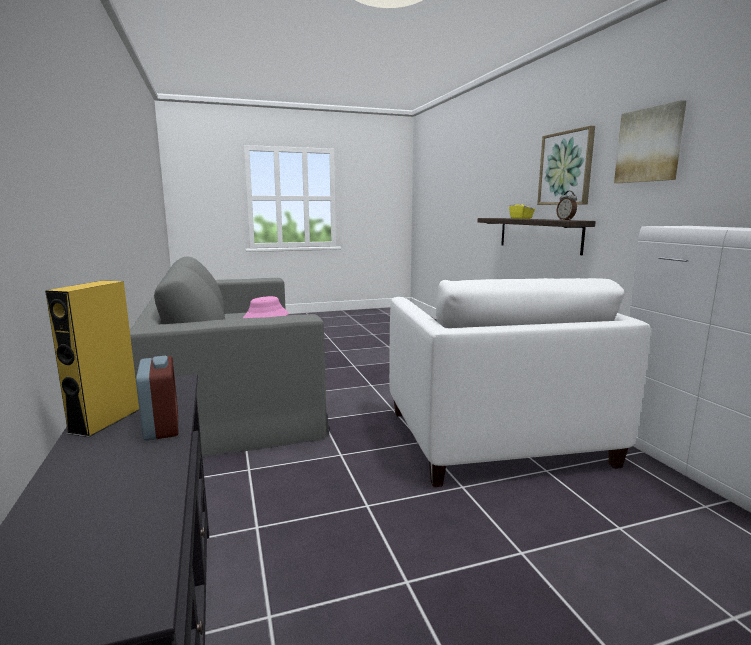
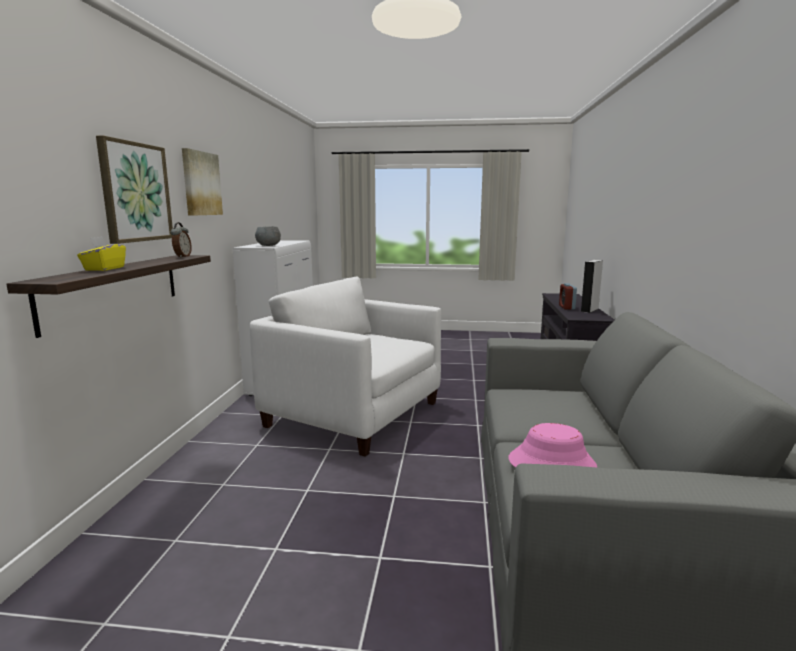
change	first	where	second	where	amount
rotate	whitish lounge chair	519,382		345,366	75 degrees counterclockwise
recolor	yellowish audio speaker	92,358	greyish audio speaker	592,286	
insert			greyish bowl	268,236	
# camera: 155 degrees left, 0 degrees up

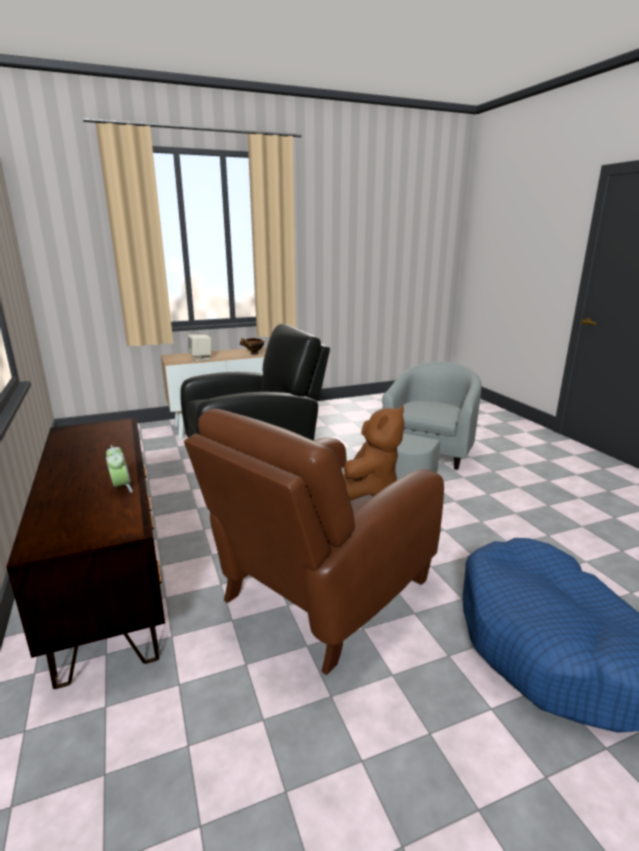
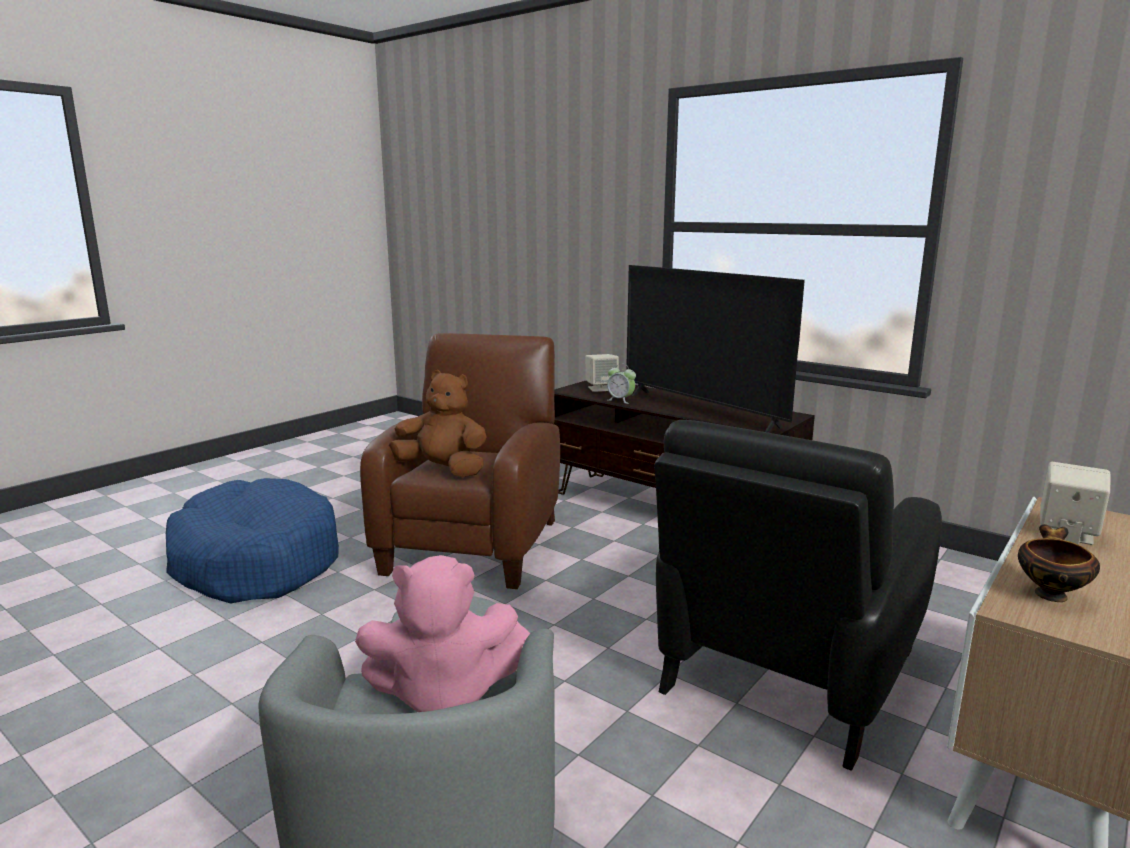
change	first	where	second	where	amount
rotate	brown cuddly toy	373,453		438,423	105 degrees clockwise
insert			TV	715,348	
insert			beige-coloured audio speaker	602,373	
insert			pink-coloured cuddly toy	442,633	
# camera: 150 degrees right, 5 degrees down

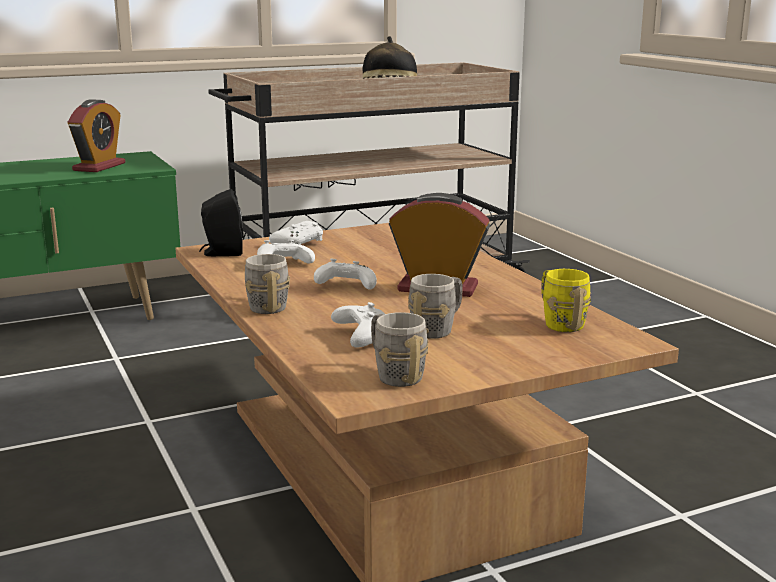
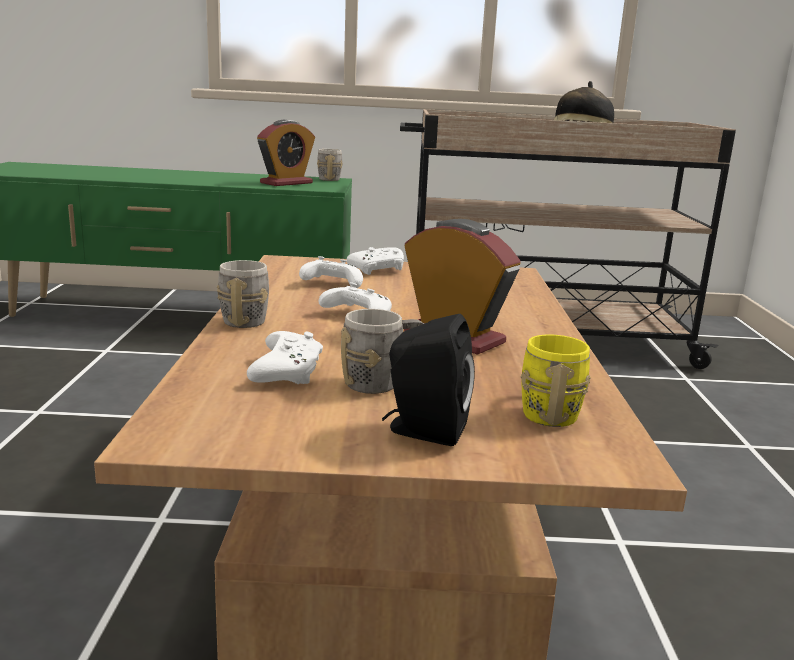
change	first	where	second	where	amount
move	blackish audio speaker	221,222		428,380	
move	greyish mug	400,349		330,165	
# camera: 25 degrees right, 0 degrees up

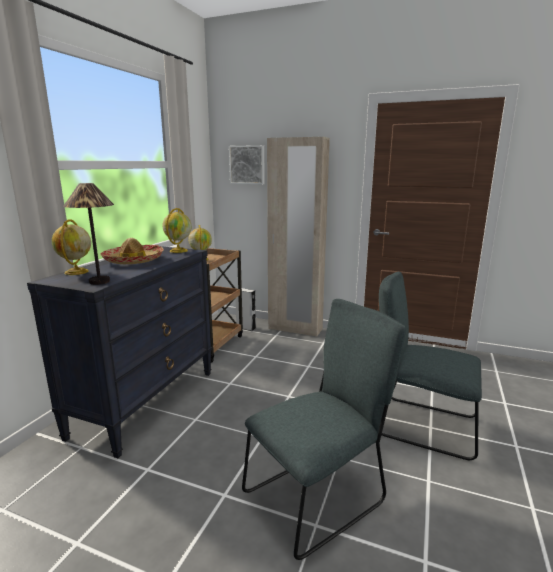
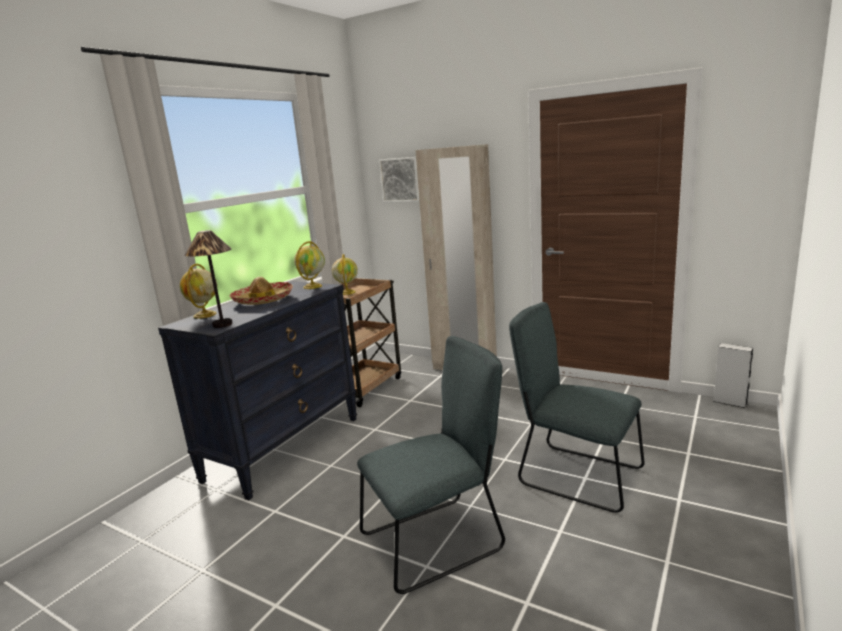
change	first	where	second	where	amount
move	greyish audio speaker	246,309		733,375	
# camera: 10 degrees right, 0 degrees up

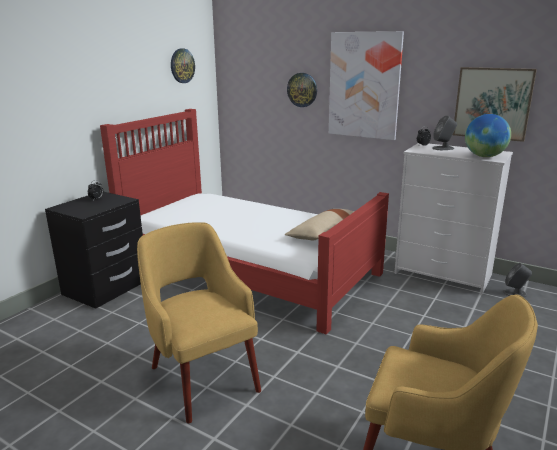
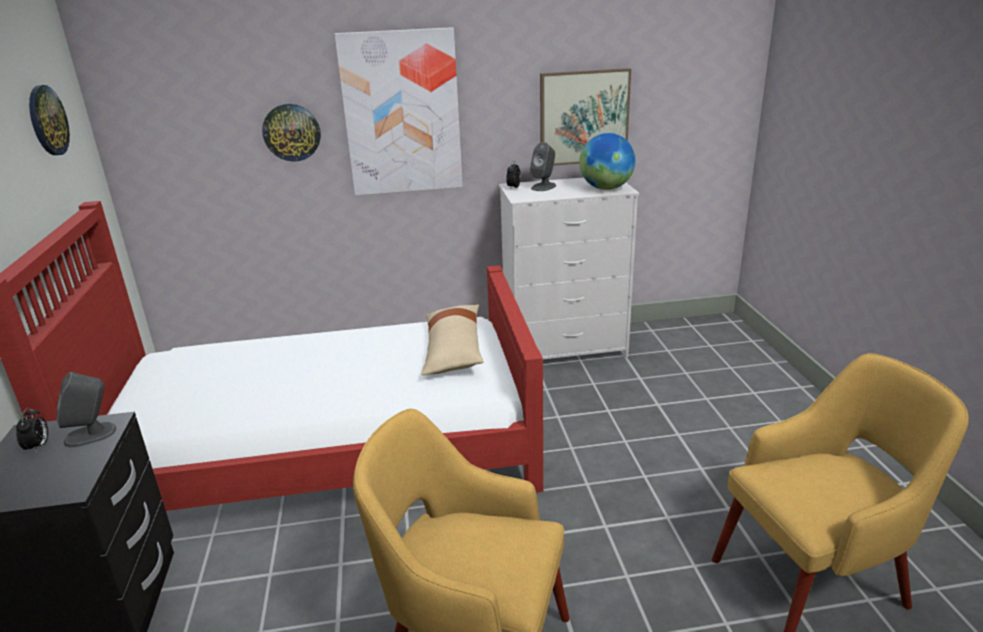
change	first	where	second	where	amount
move	greyish audio speaker	517,280		87,409	
# camera: 40 degrees left, 5 degrees up

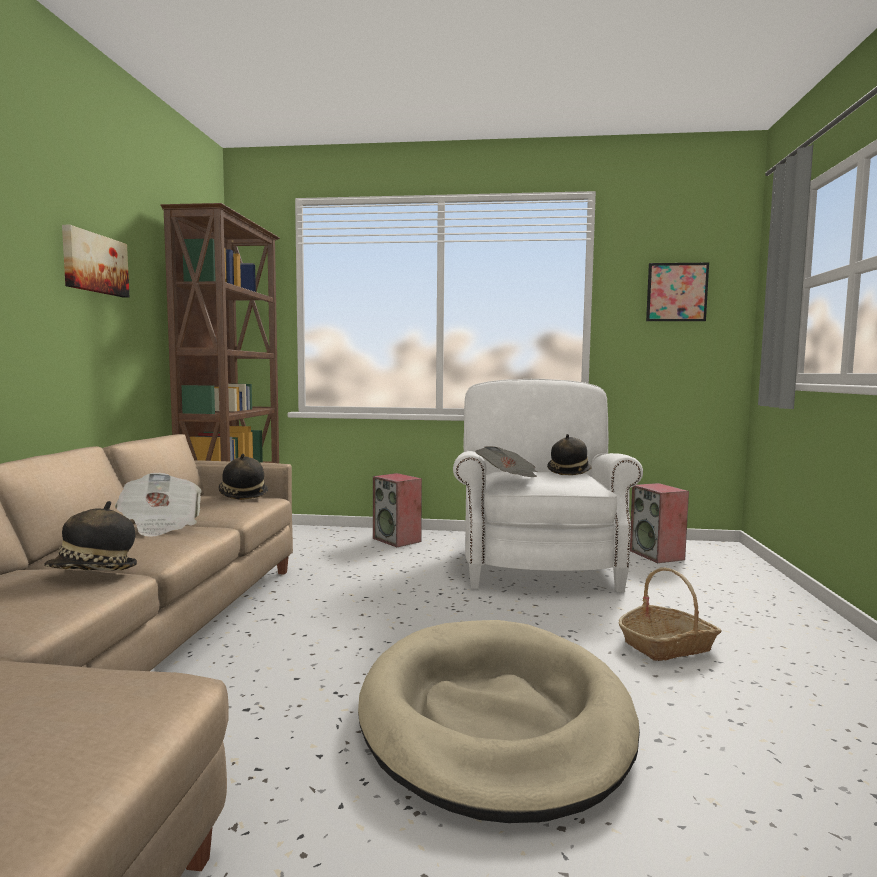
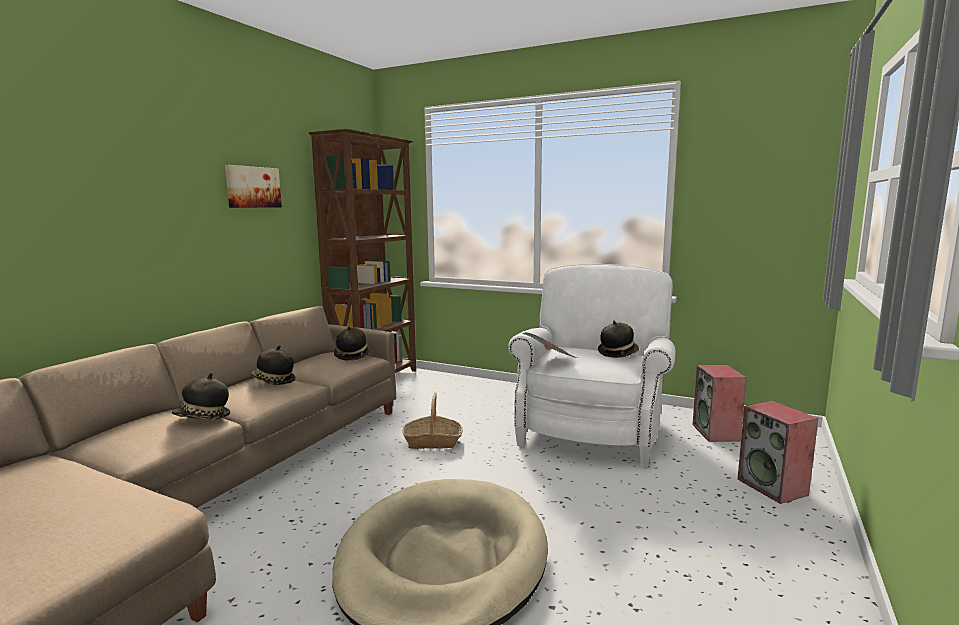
change	first	where	second	where	amount
delete	wall picture	677,292			
replace	daily paper	158,505	hat	273,365	
move	audio speaker	397,510		777,452	
move	household basket	670,614		433,420	
# camera: 20 degrees right, 5 degrees up

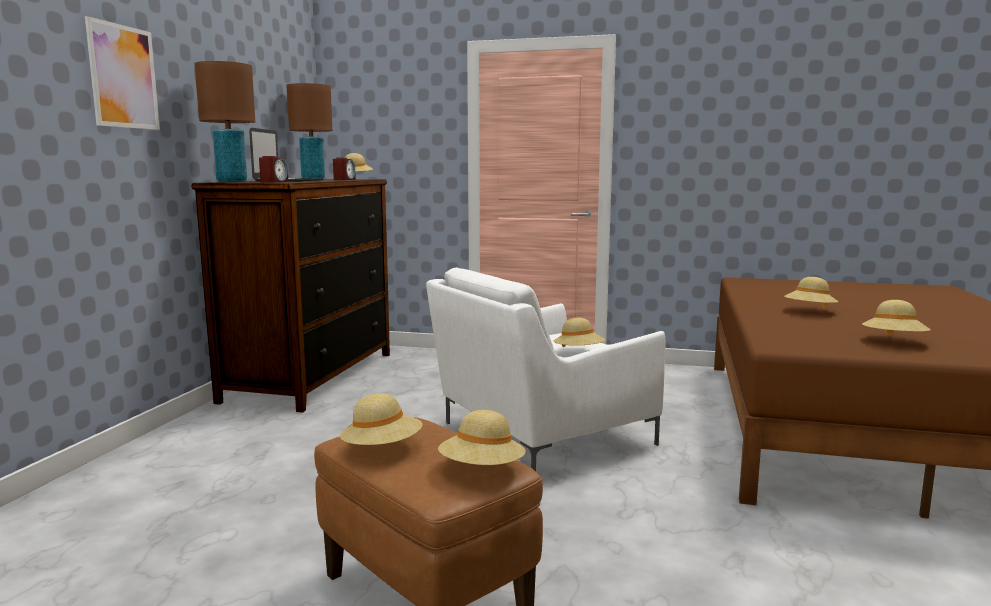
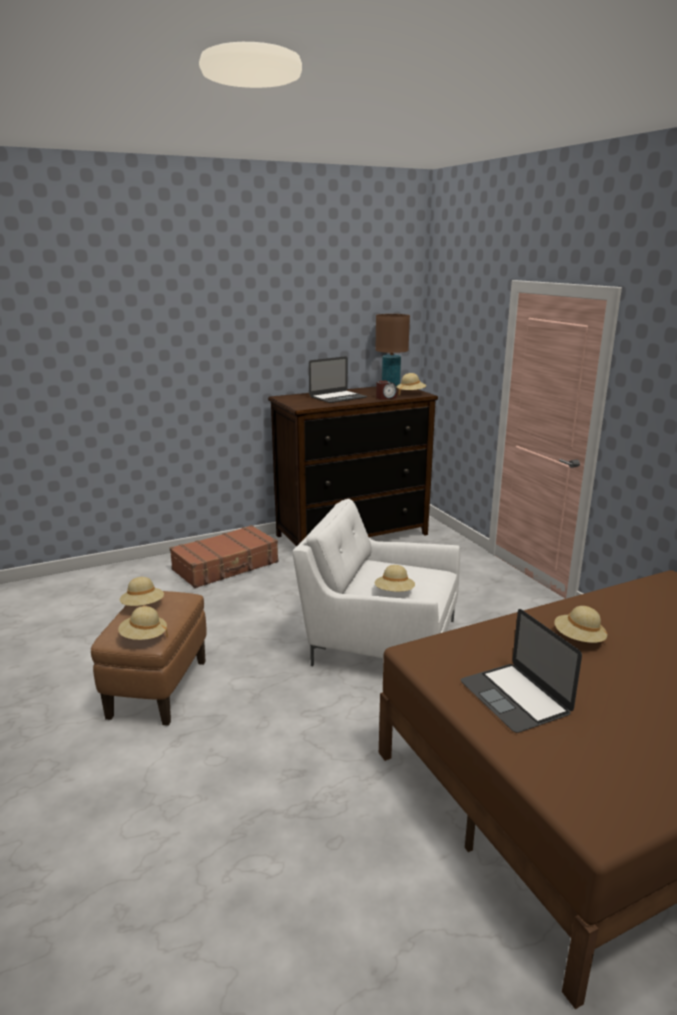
change	first	where	second	where	amount
delete	wall picture	122,73			
delete	brown lamp for a table	224,121			
delete	alarm clock	274,169			
replace	beige-coloured hat	896,317	laptop	521,671	
insert			brown travel case	224,556	
# camera: 50 degrees right, 10 degrees up

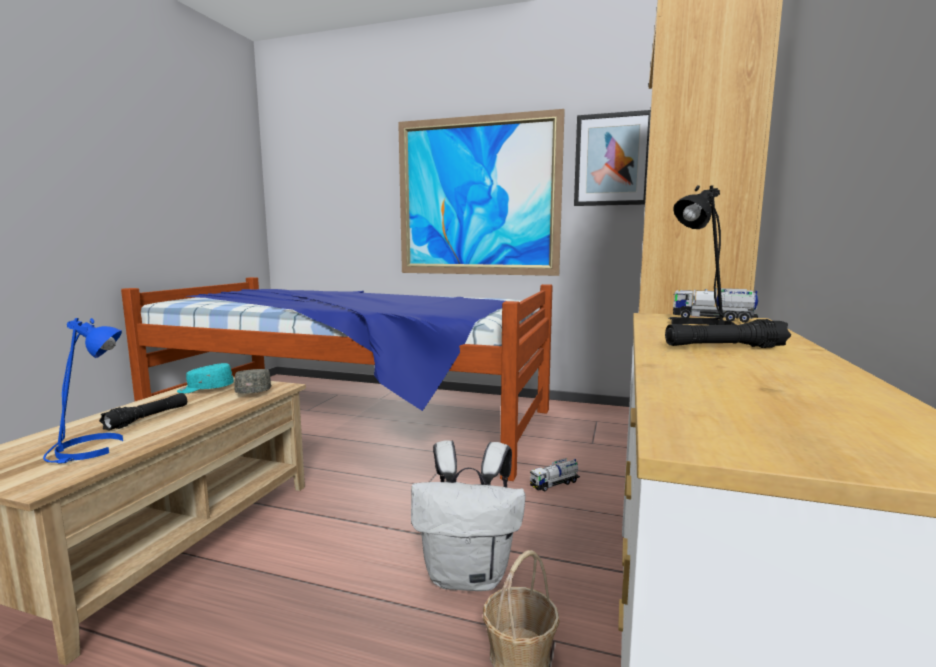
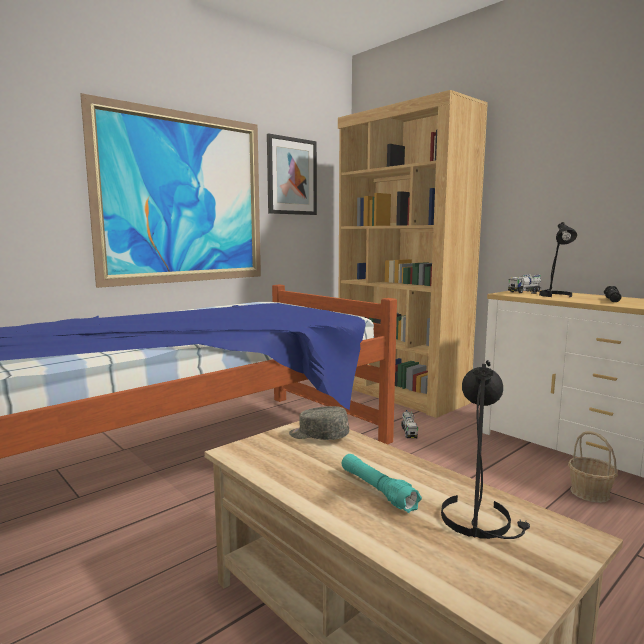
change	first	where	second	where	amount
recolor	bluish lamp for a table	83,391	blackish lamp for a table	485,449	
delete	blue-green cap	205,378			
recolor	blackish torch	143,411	blue-green torch	382,483	
delete	whitish knapsack	468,515			
# camera: 60 degrees left, 0 degrees up

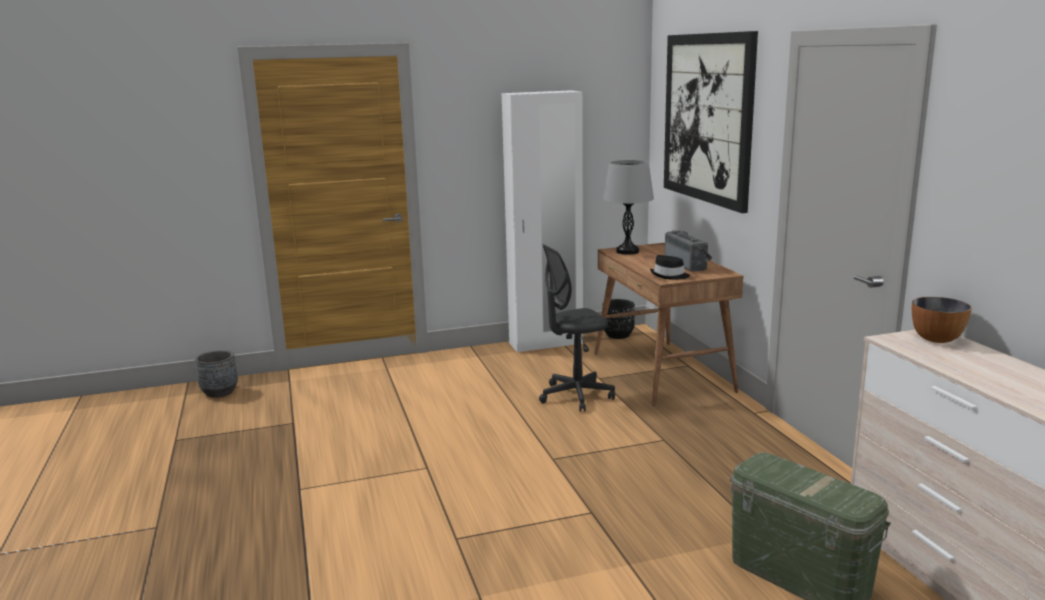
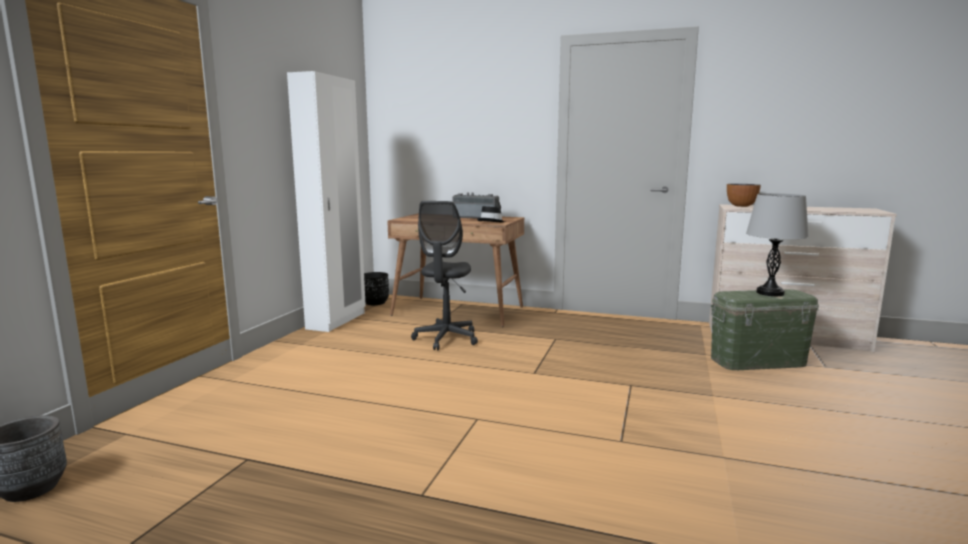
change	first	where	second	where	amount
delete	wall picture	711,122			
move	greyish lamp for a table	628,207		777,244	
# camera: 55 degrees left, 5 degrees down

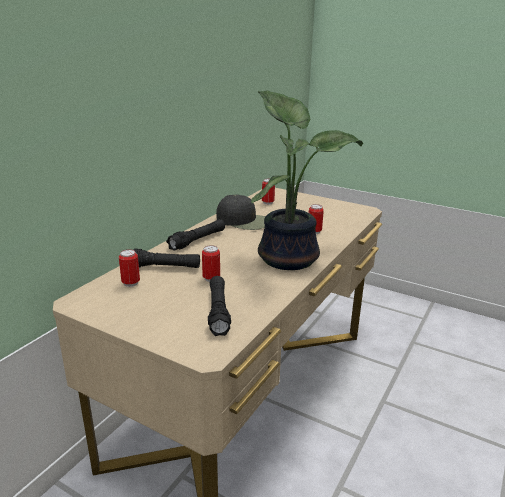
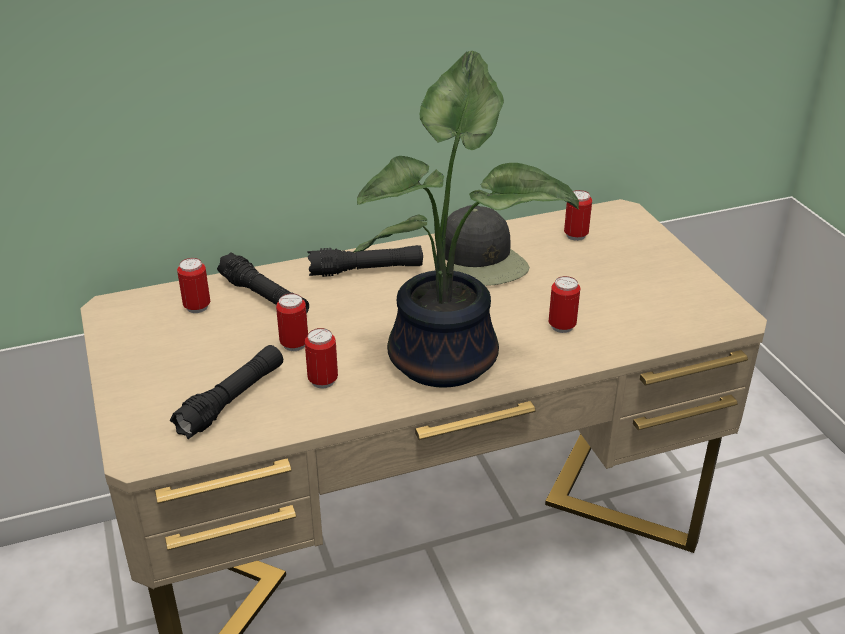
change	first	where	second	where	amount
insert			can	321,358	
# camera: 40 degrees right, 10 degrees up

